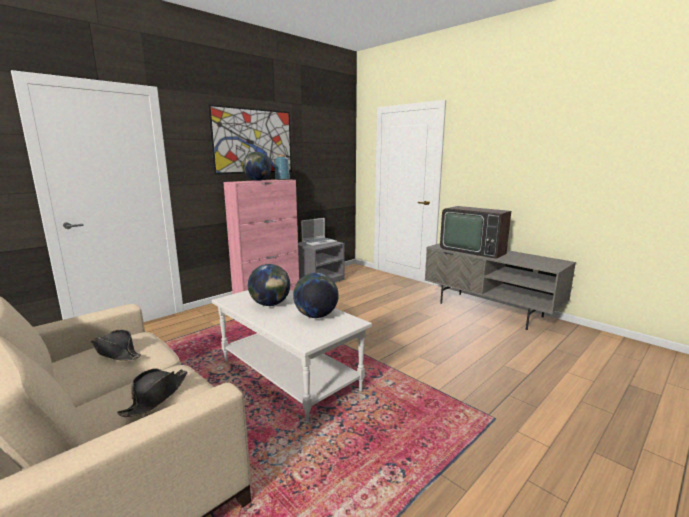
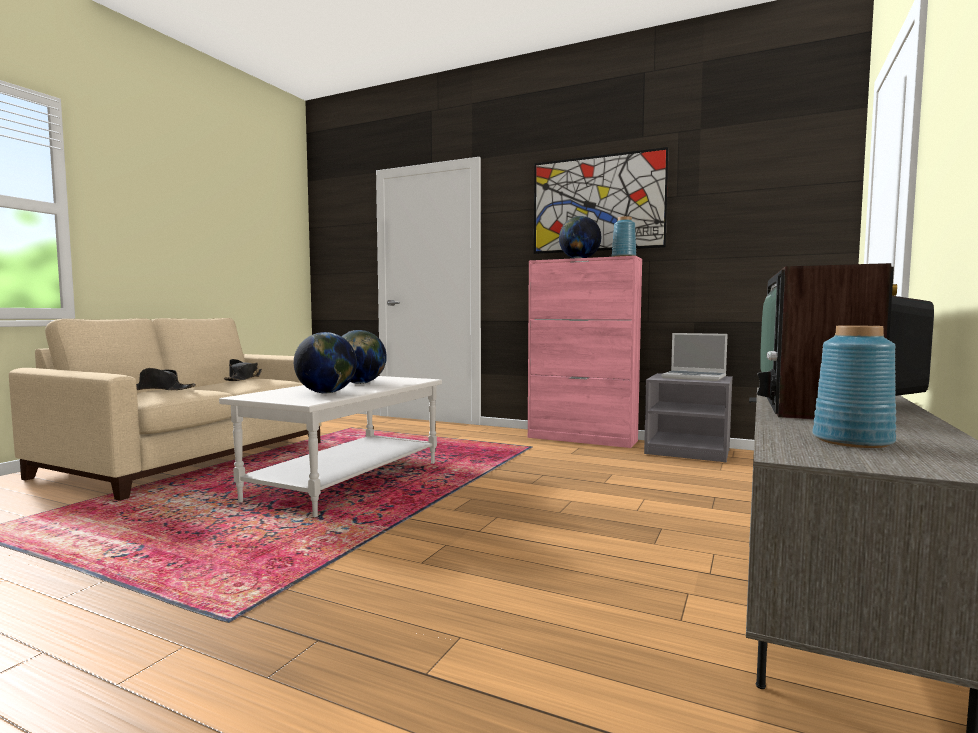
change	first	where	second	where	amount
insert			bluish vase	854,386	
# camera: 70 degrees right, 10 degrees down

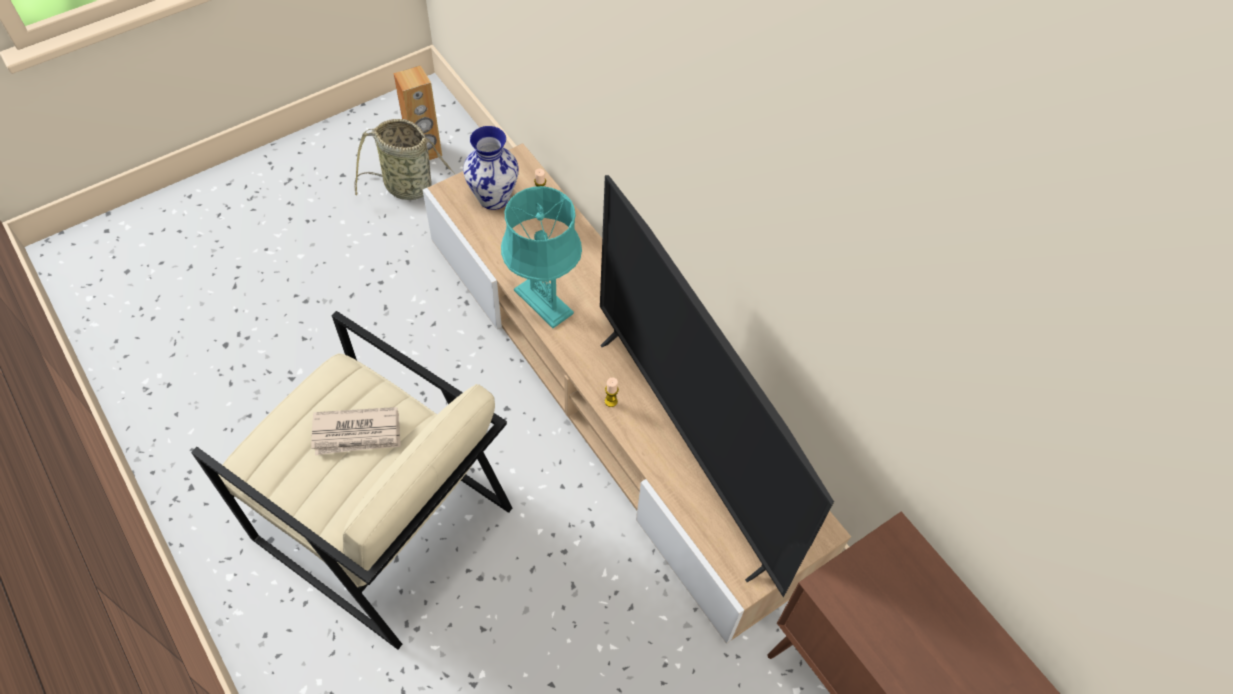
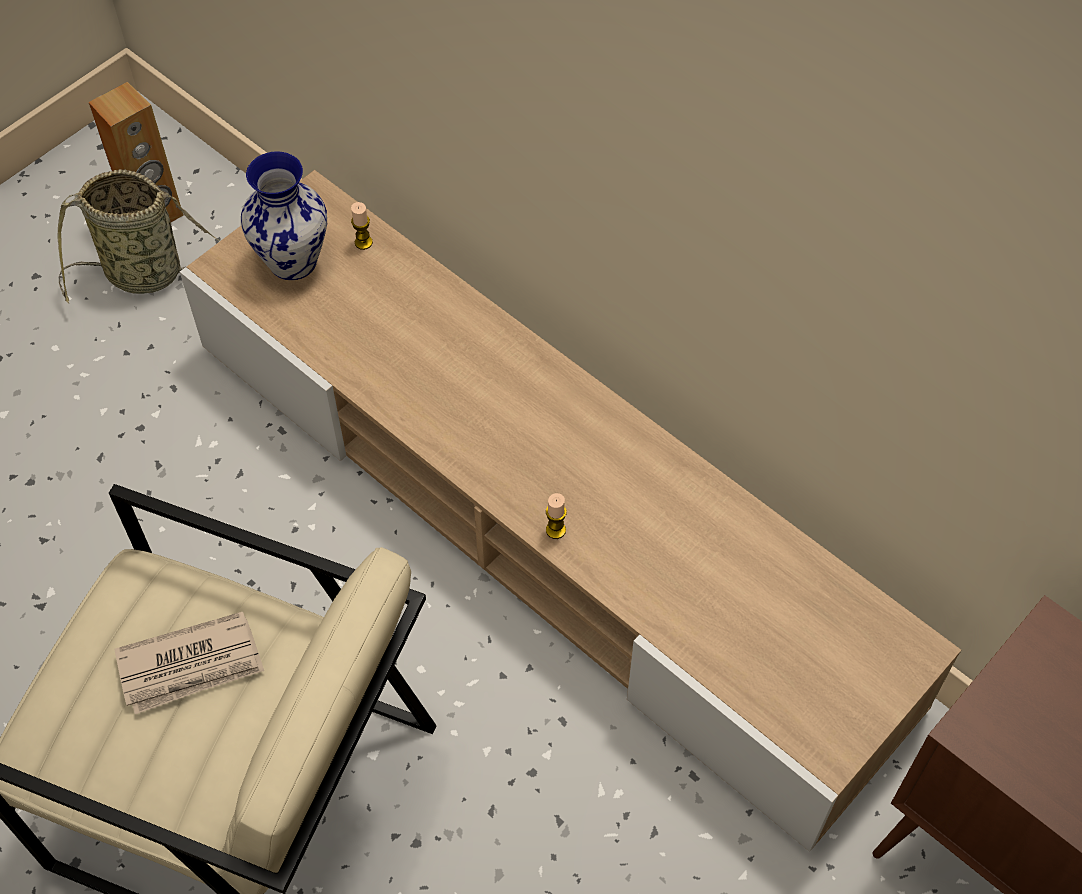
change	first	where	second	where	amount
delete	TV	717,386			
delete	blue-green lamp for a table	541,257			
# camera: 10 degrees left, 0 degrees up

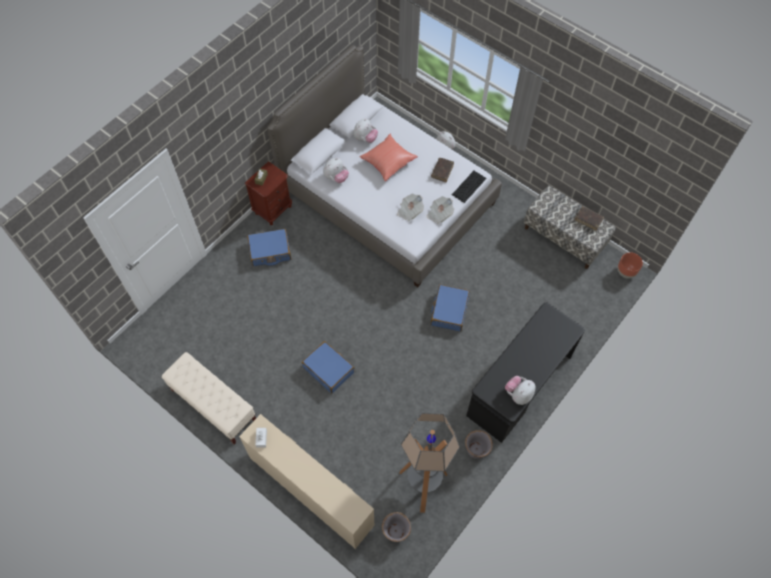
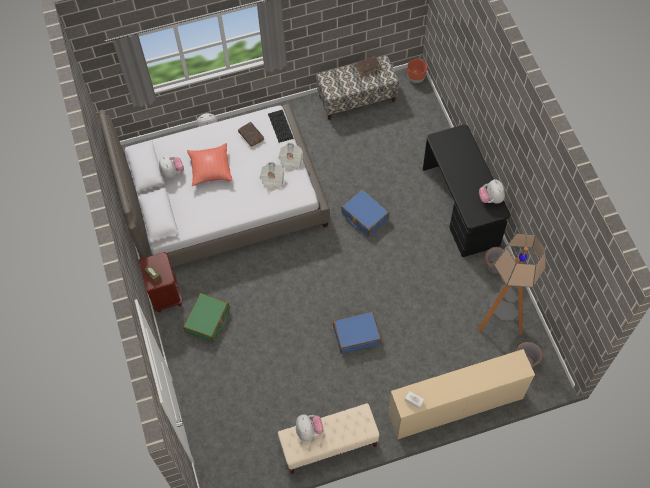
change	first	where	second	where	amount
move	cuddly toy	336,170		310,427	
recolor	bluish travel case	269,247	green travel case	206,317	
# camera: 55 degrees left, 0 degrees up

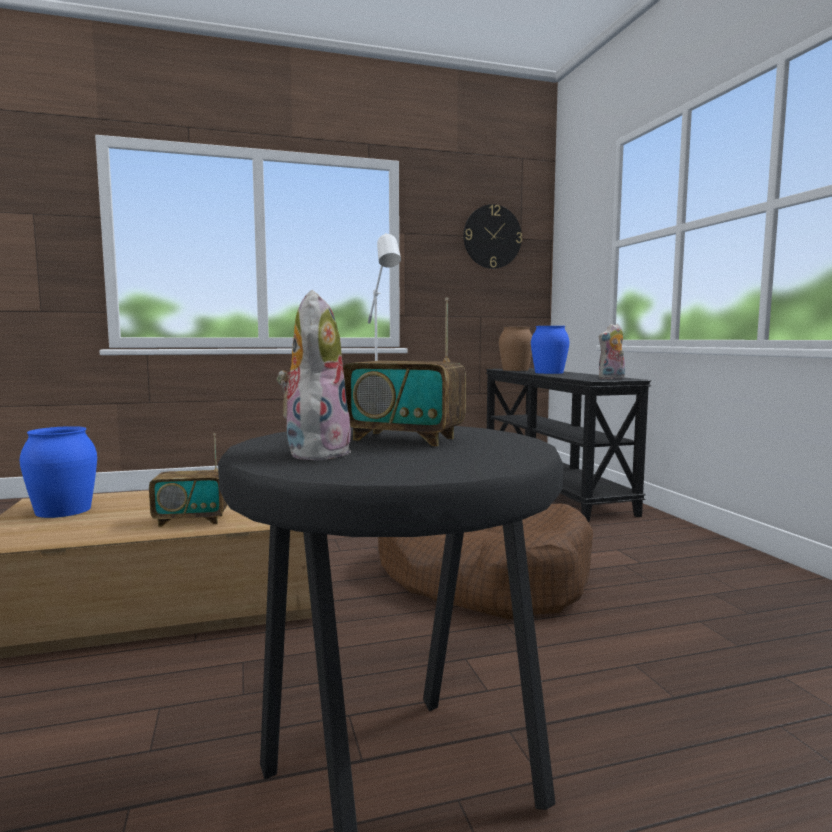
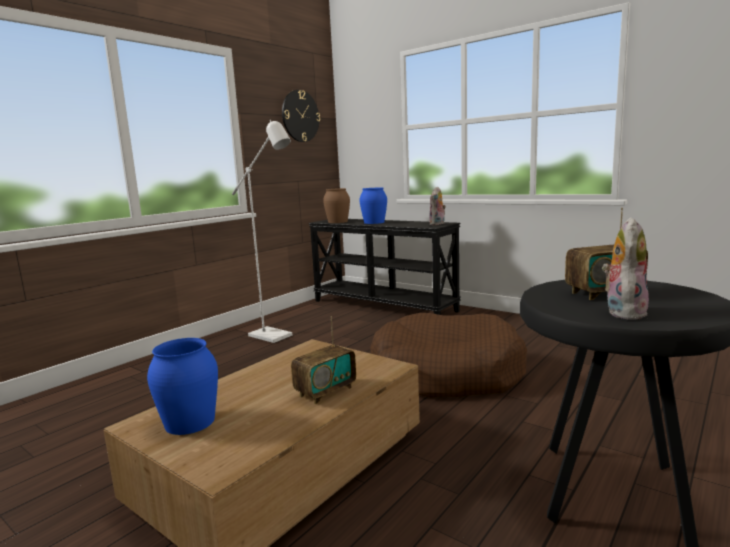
change	first	where	second	where	amount
rotate	cuddly toy	314,375		625,268	60 degrees clockwise
# camera: 35 degrees left, 5 degrees up

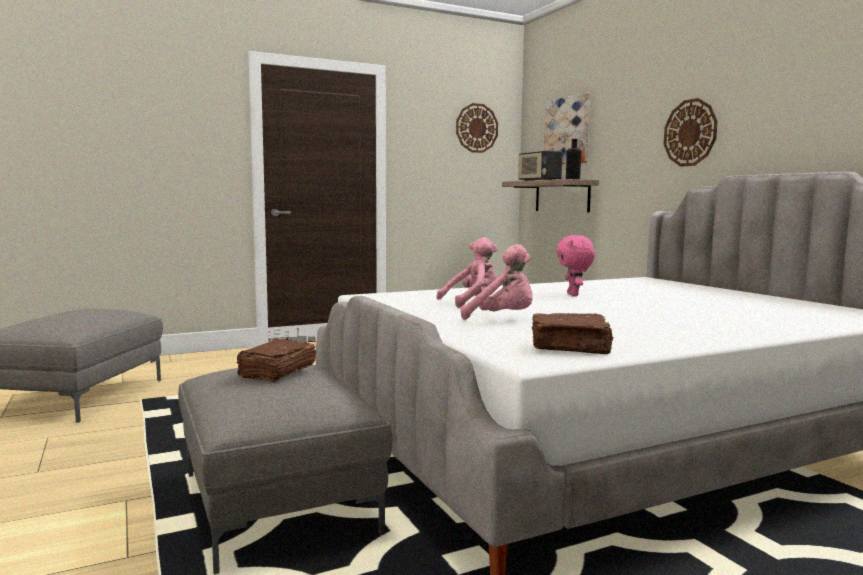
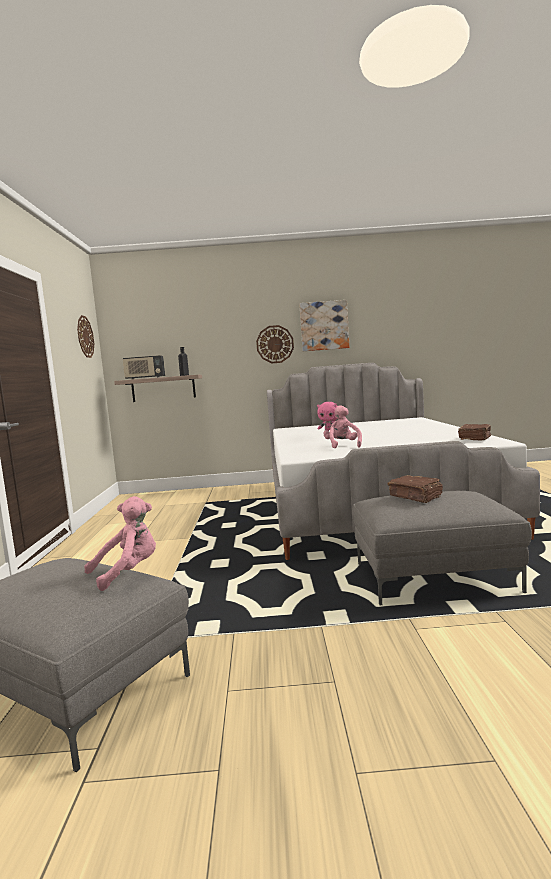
change	first	where	second	where	amount
move	wall picture	567,128		324,325	
move	pink-coloured cuddly toy	497,282		120,543	
# camera: 65 degrees left, 0 degrees up

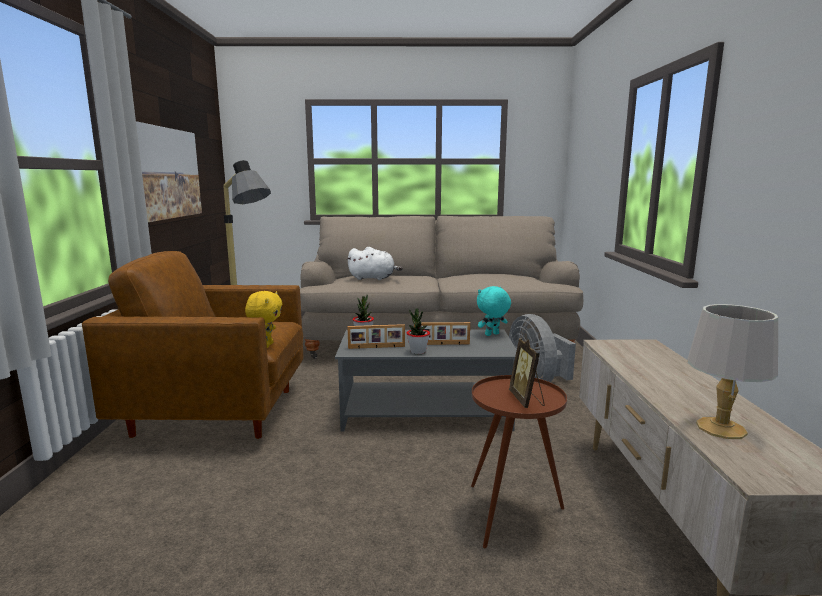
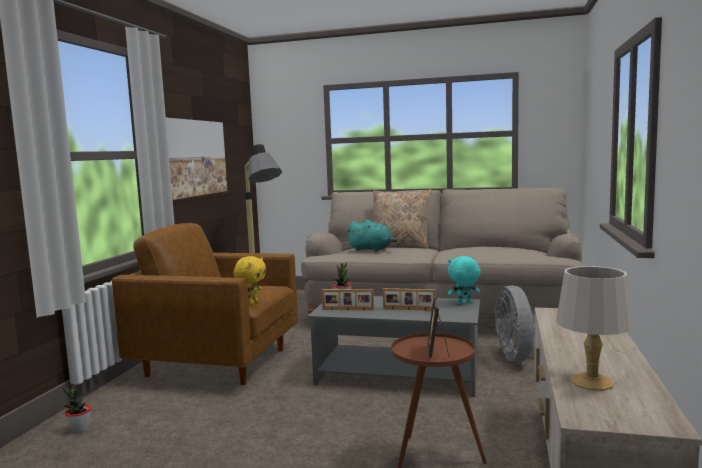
change	first	where	second	where	amount
recolor	whitish cuddly toy	374,263	blue-green cuddly toy	371,235	
move	houseplant	418,331		77,409	
insert			beige-coloured cushion	402,218	
# camera: 15 degrees right, 5 degrees down

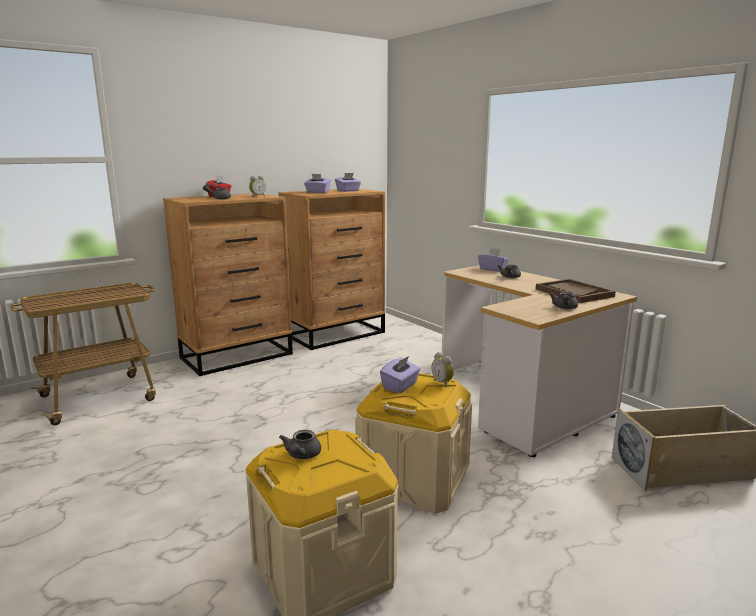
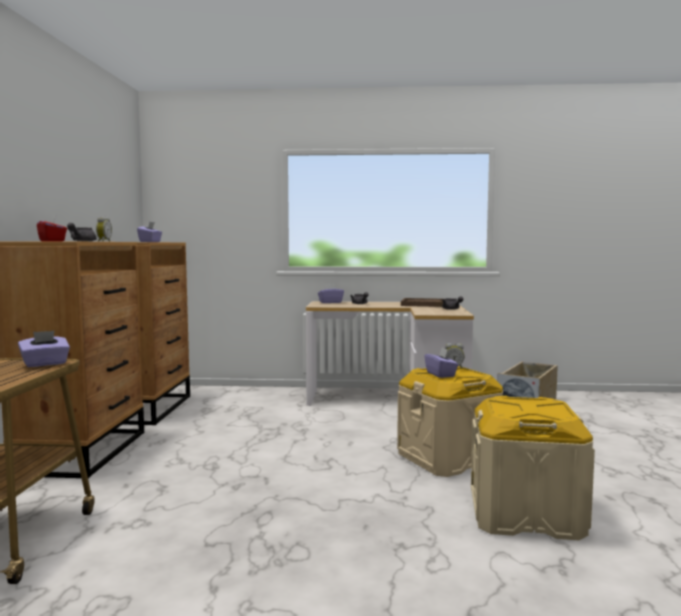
change	first	where	second	where	amount
move	purplish tissue holder	317,183		44,349	
delete	greyish pot for tea	300,444			
# camera: 50 degrees left, 10 degrees down

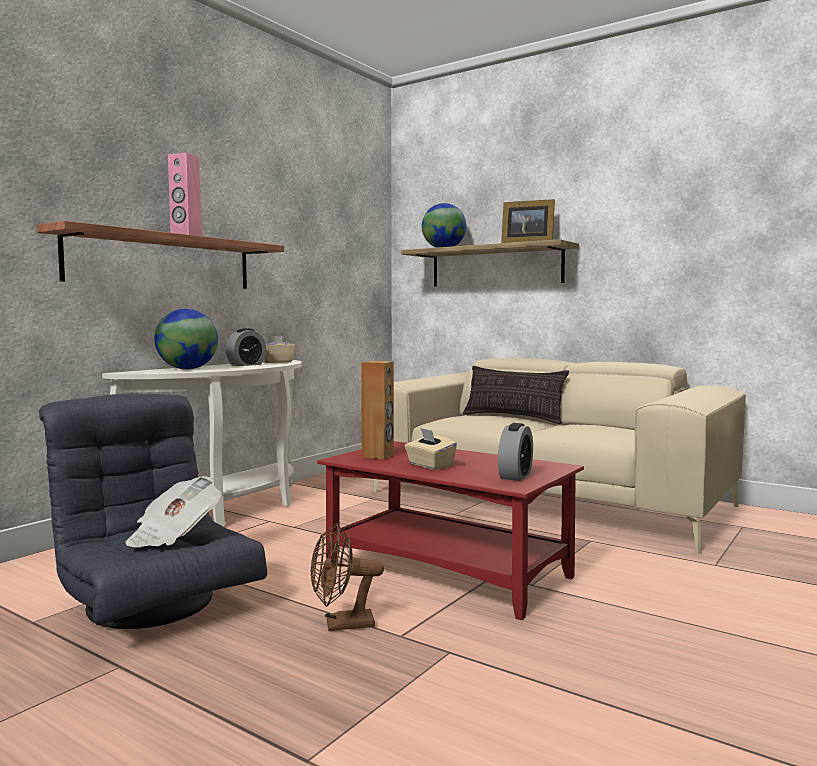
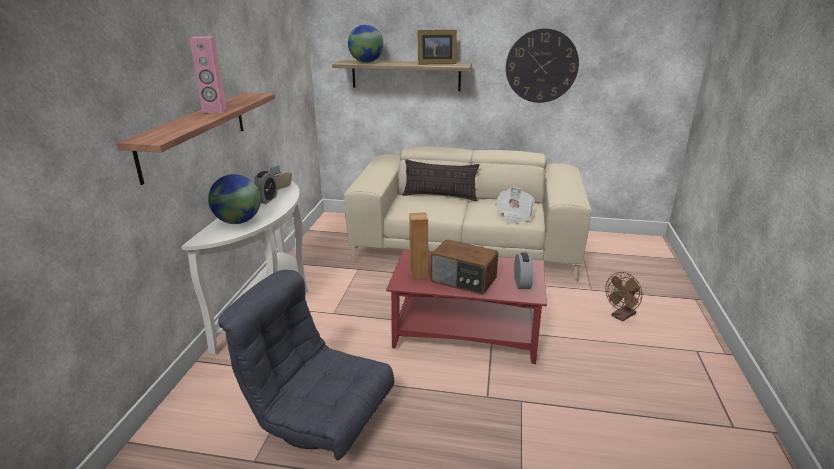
change	first	where	second	where	amount
replace	beige-coloured tissue holder	431,449	radio receiver	464,267	
move	daily paper	173,511		515,205	
move	brown fan	347,577		624,297	
insert			hanging clock	542,65	
# camera: 25 degrees left, 20 degrees up

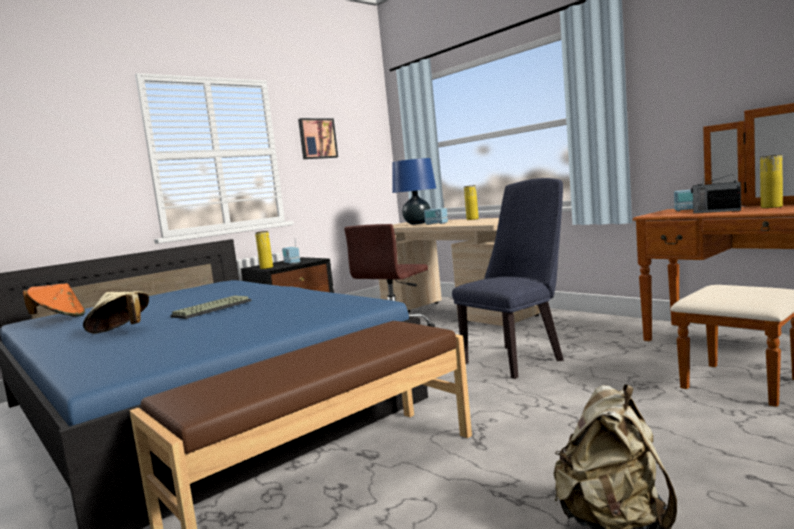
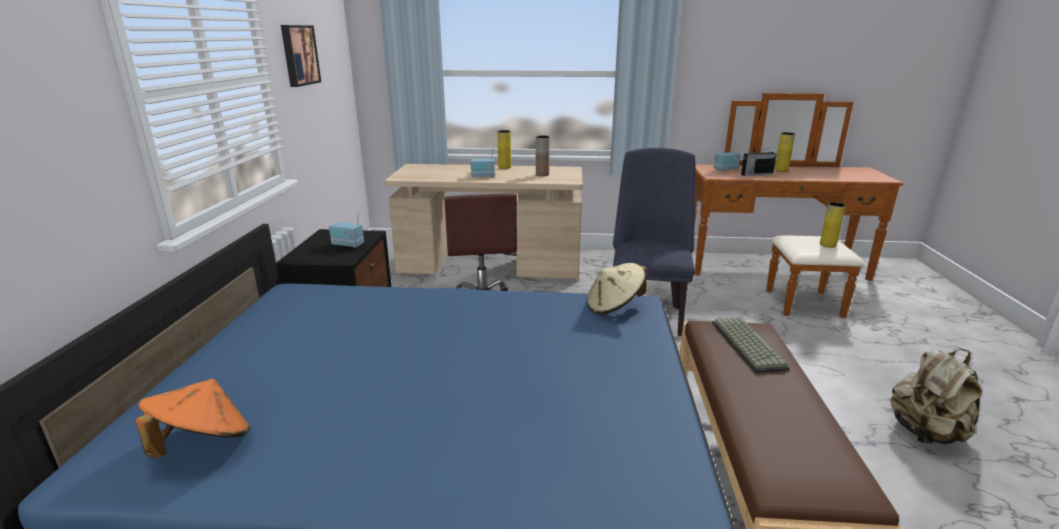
change	first	where	second	where	amount
delete	bluish lamp for a table	414,191			
move	yellowish vase	264,250		833,225	
move	beige-coloured hat	116,312		617,289	
move	PC keyboard	211,307		751,345	
insert			brown vase	543,155	
# camera: 45 degrees left, 15 degrees up

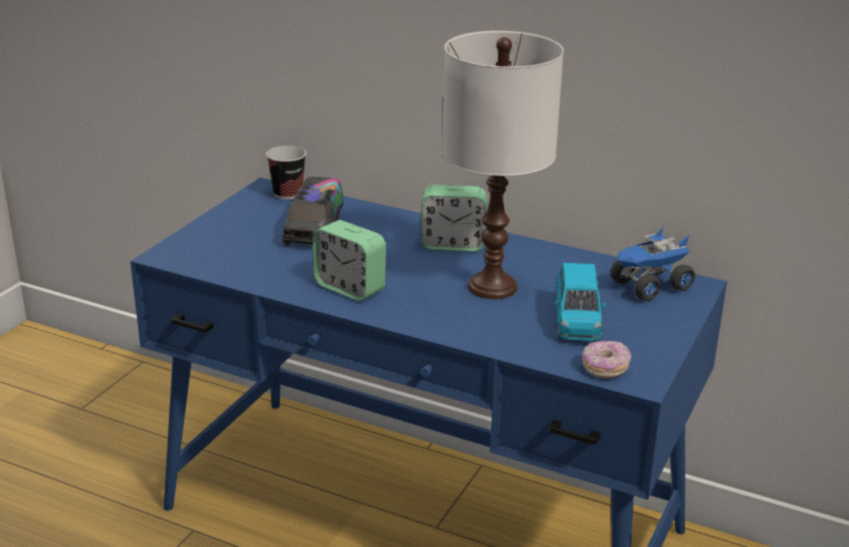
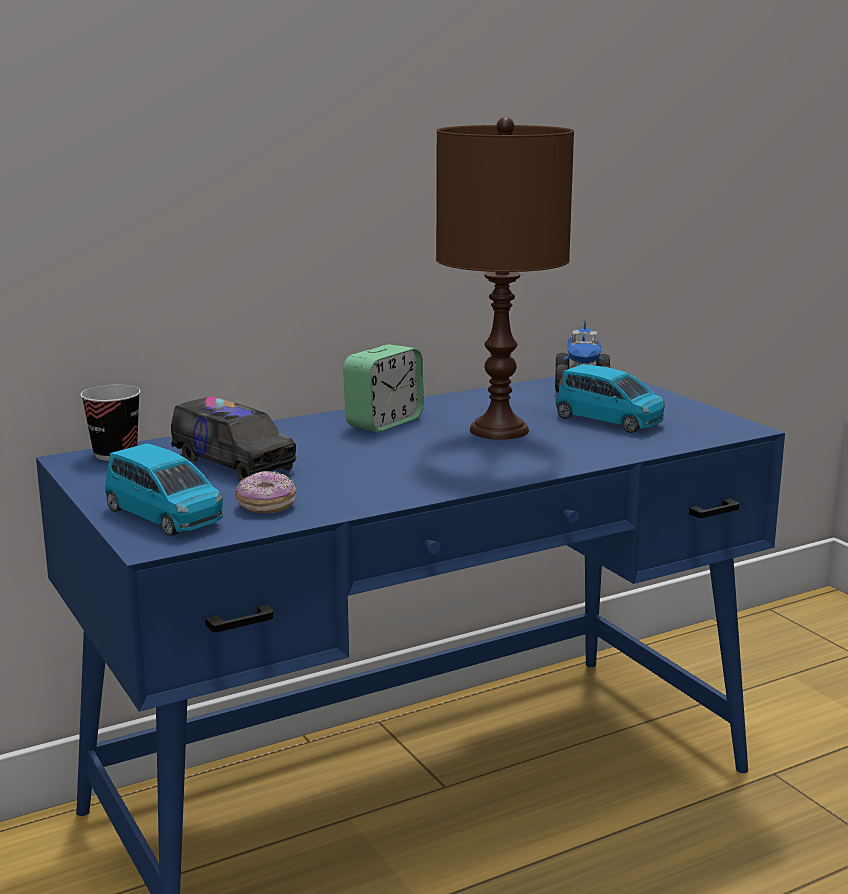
change	first	where	second	where	amount
recolor	whitish lamp for a table	503,165	brown lamp for a table	505,278	
delete	alarm clock	349,260			
move	donut	606,360		265,492	
insert			bluish model car	164,489	
# camera: 55 degrees left, 10 degrees down

